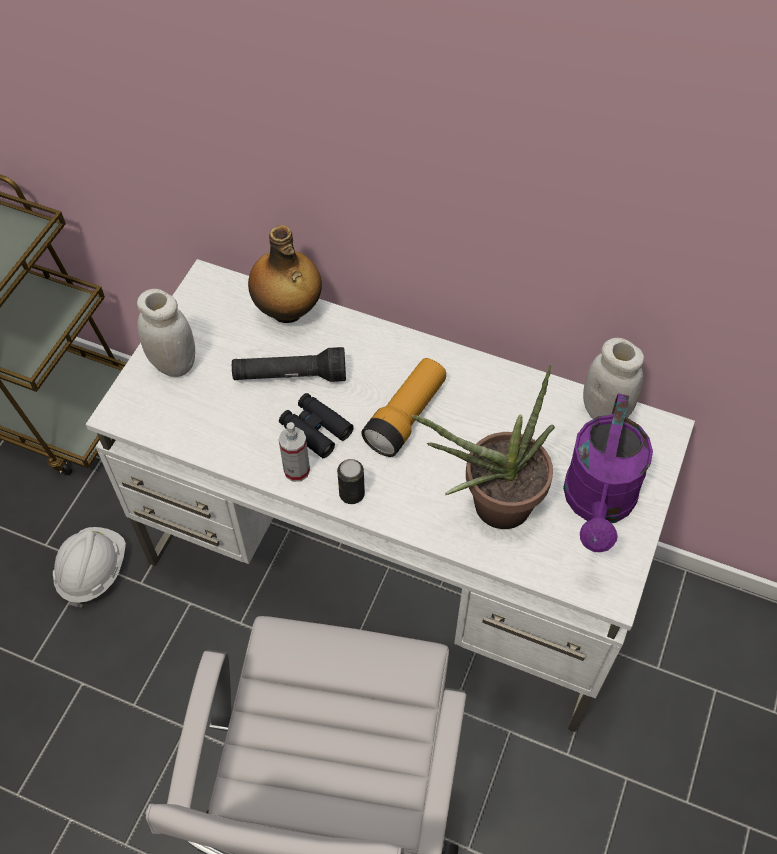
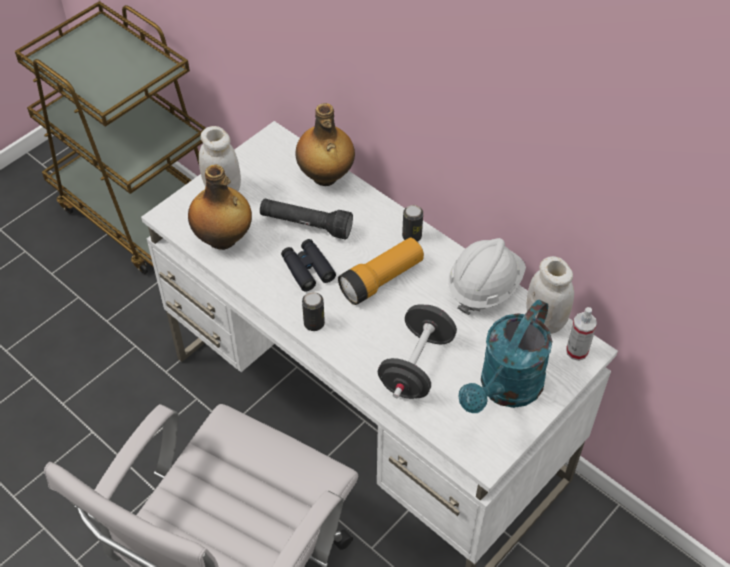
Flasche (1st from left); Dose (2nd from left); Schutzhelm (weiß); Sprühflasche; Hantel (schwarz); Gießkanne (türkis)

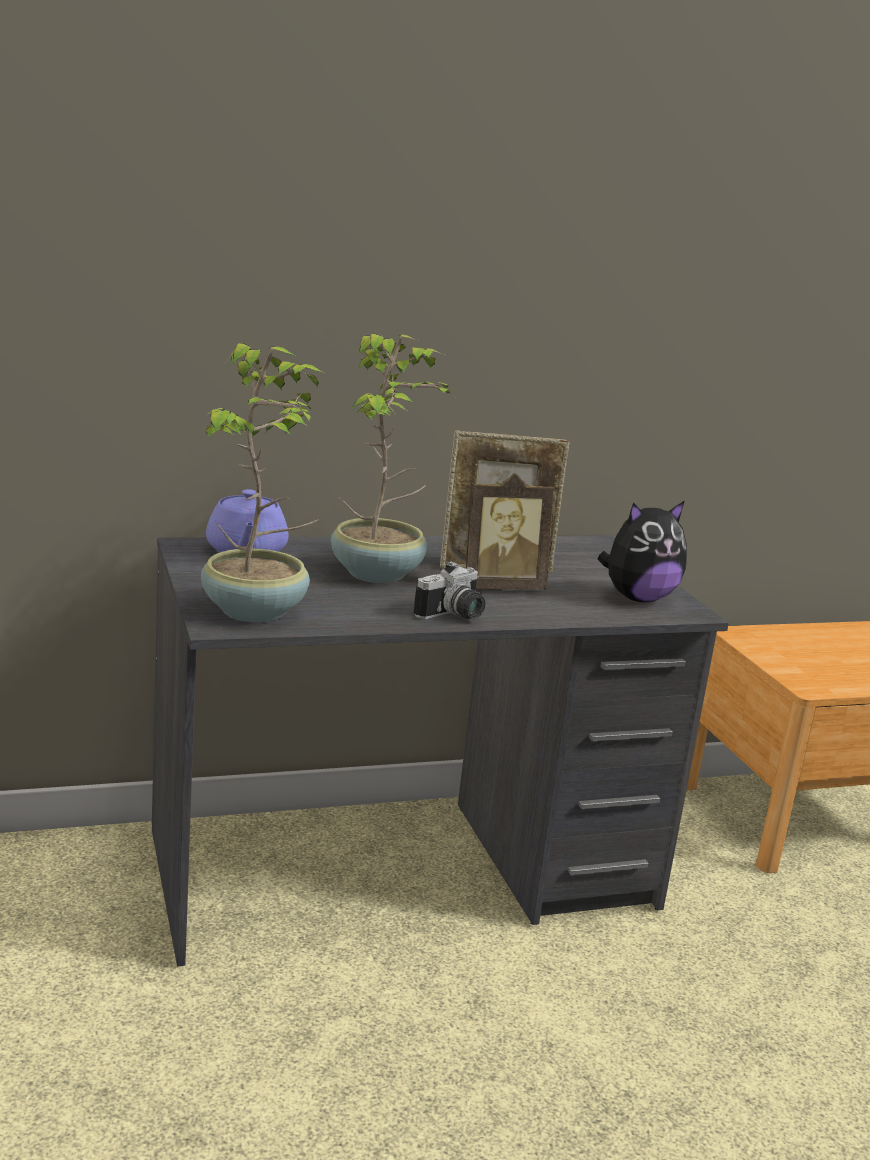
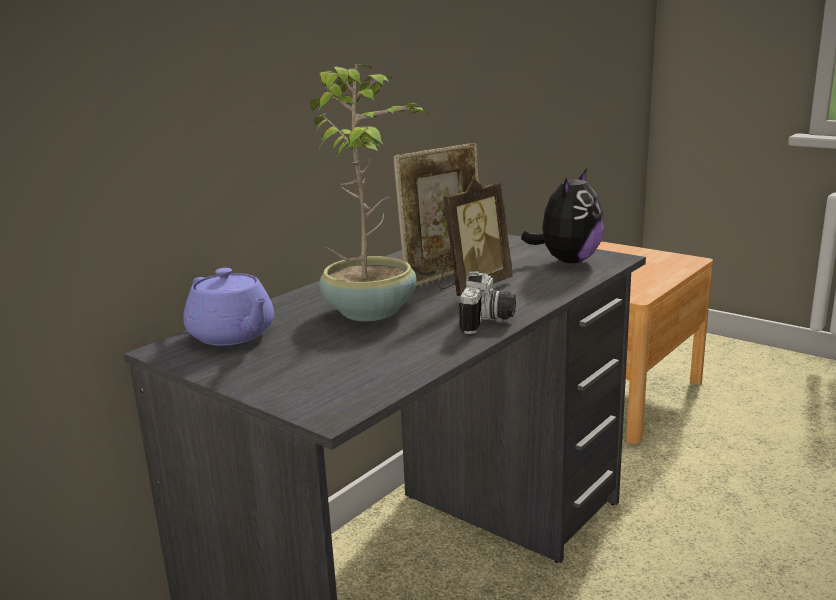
Topfpflanze (1st from left in the first image)

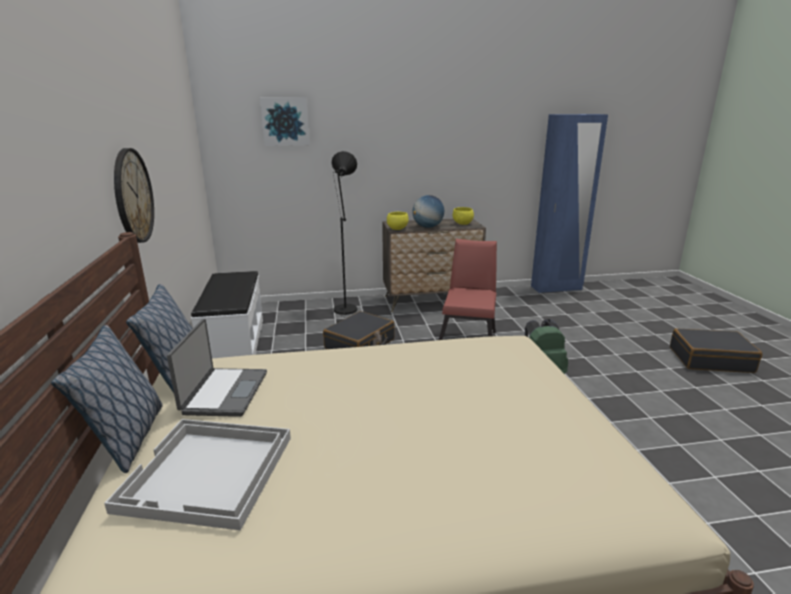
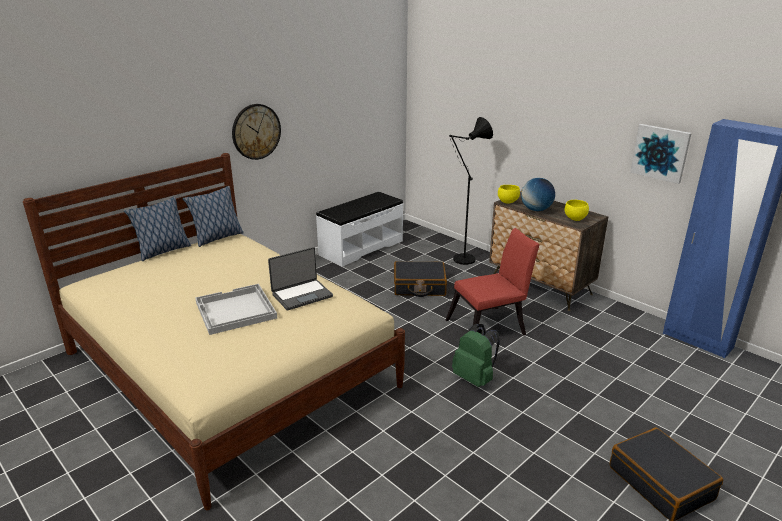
Tablett (weiß); Laptop; Bild

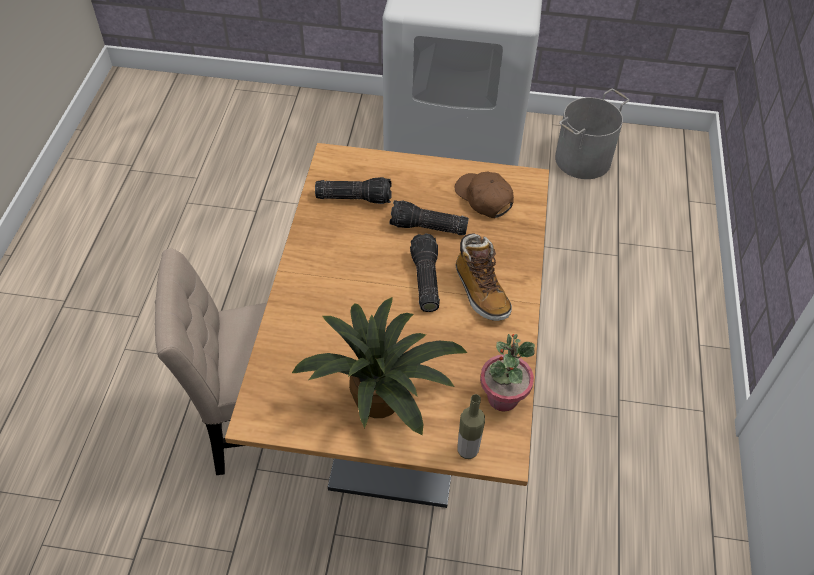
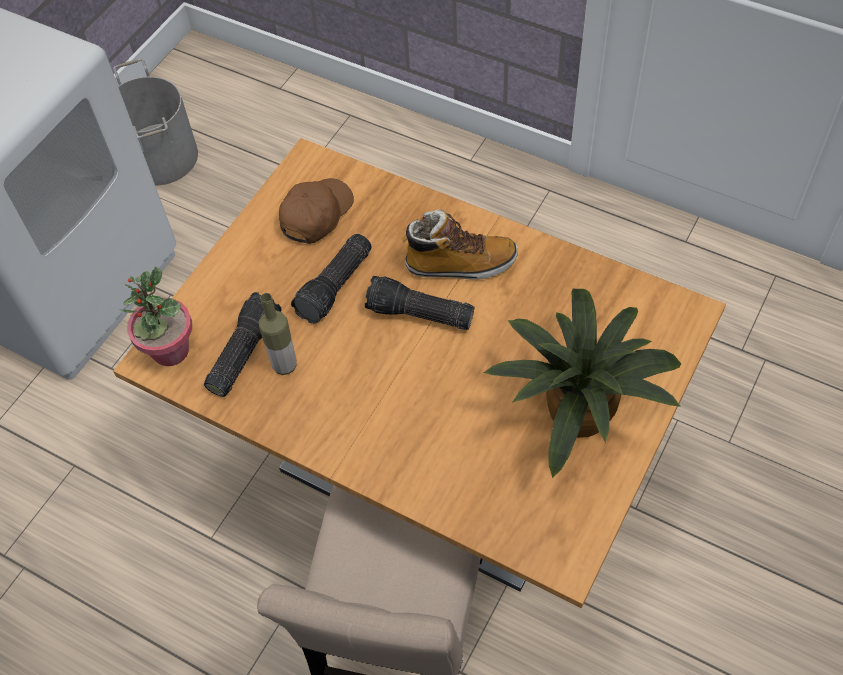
Flasche; Topfpflanze (1st from left); Kappe (braun)

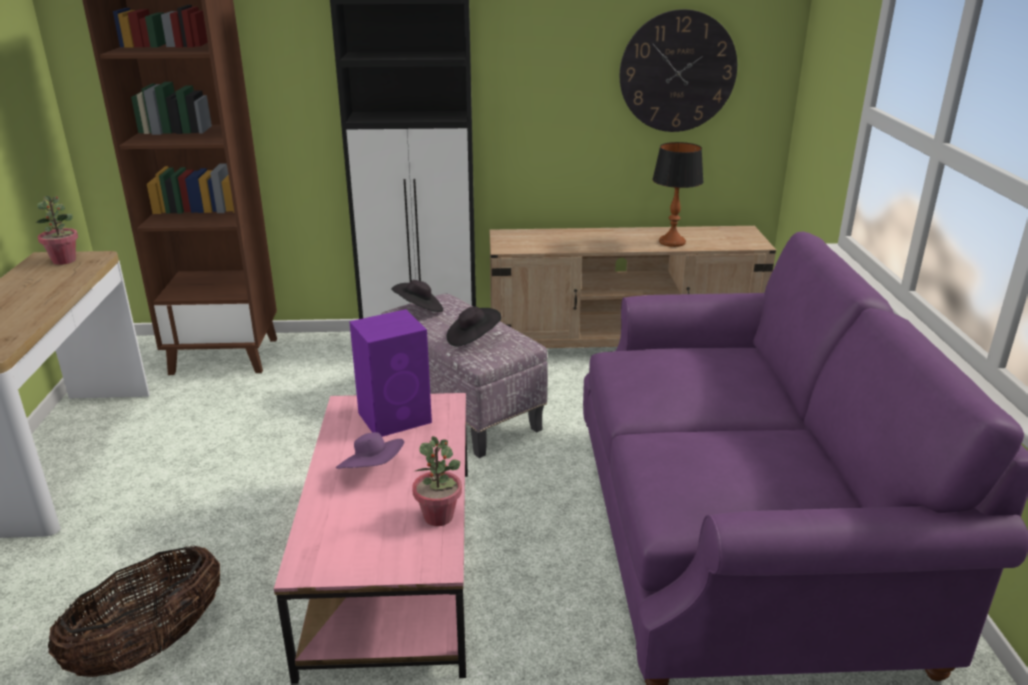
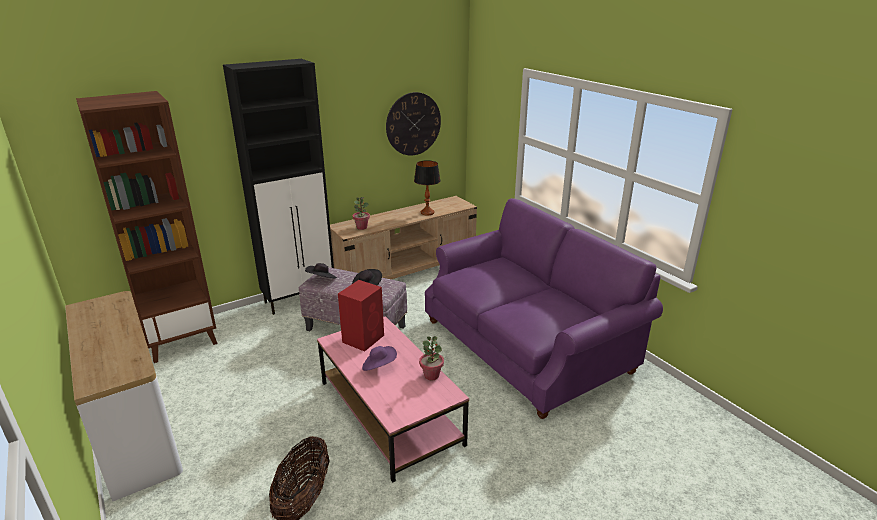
Topfpflanze (1st from left); Lautsprecher (rot)

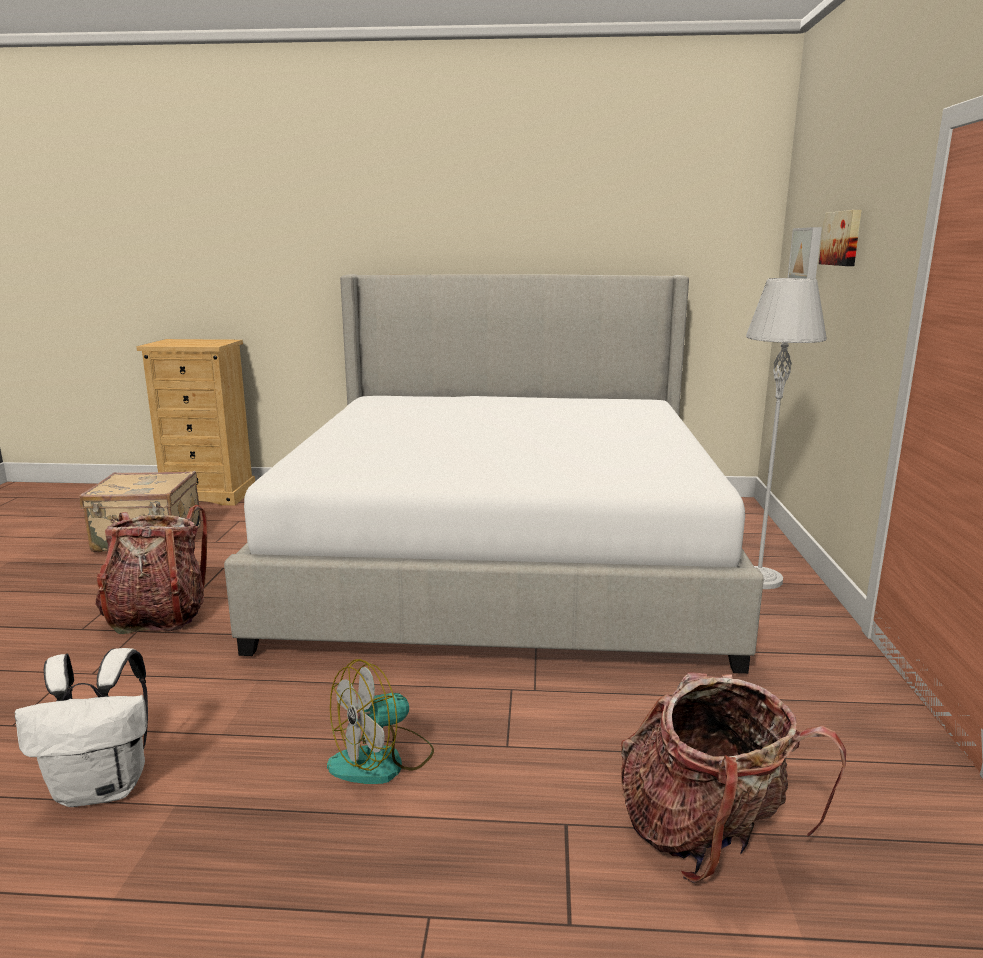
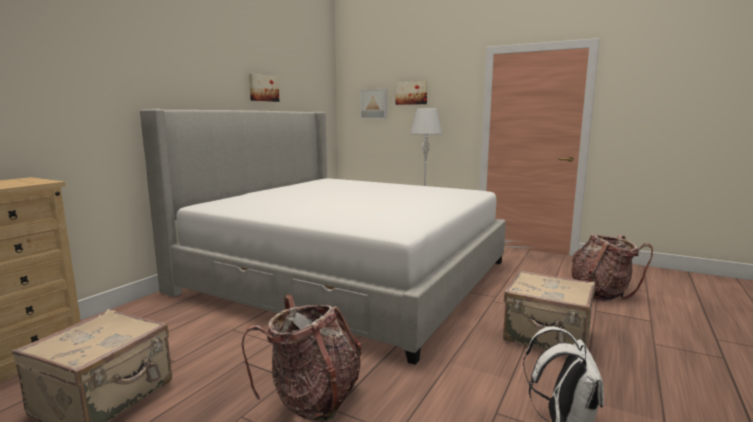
Bild (1st from left); Koffer (beige) (2nd from left)

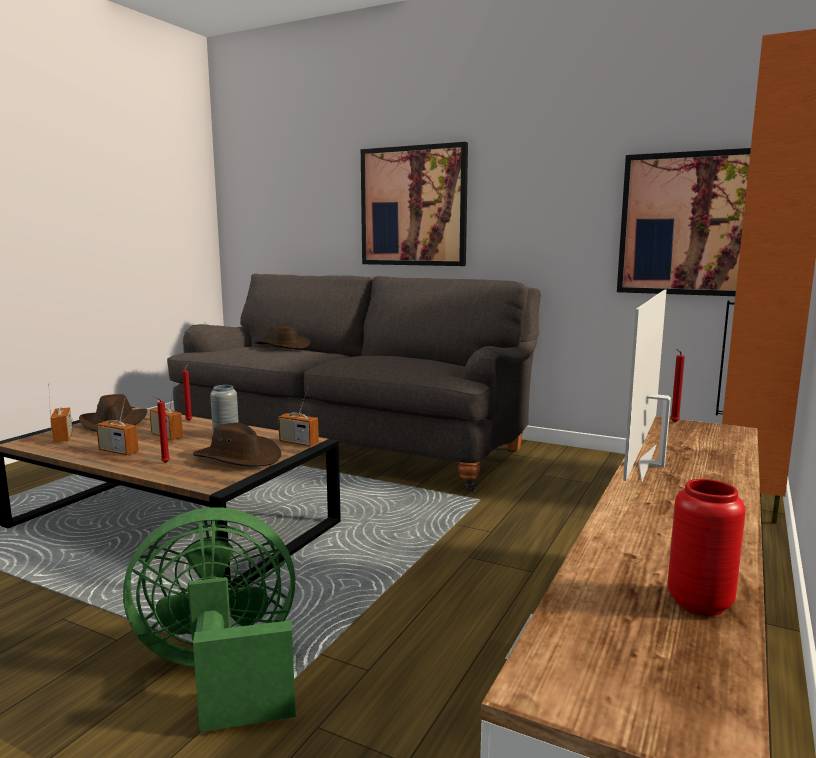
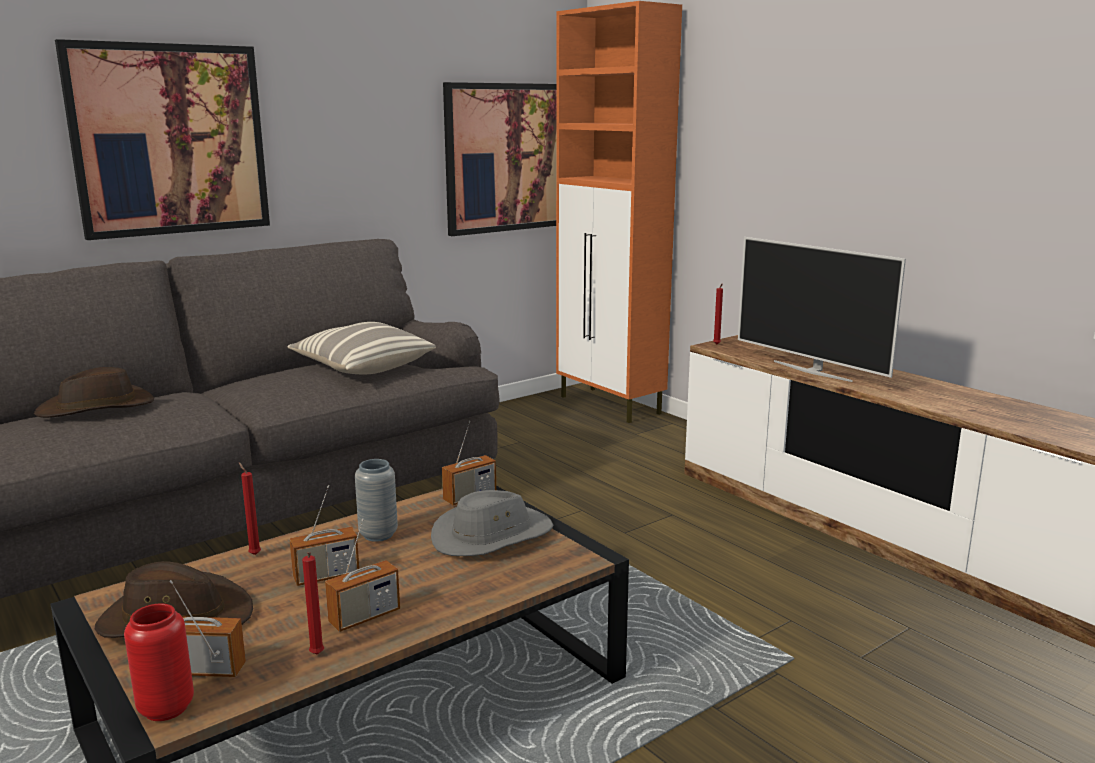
Ventilator (grün); Kissen; Kerze (rot) (2nd from left); Vase (rot); Hut (grau)

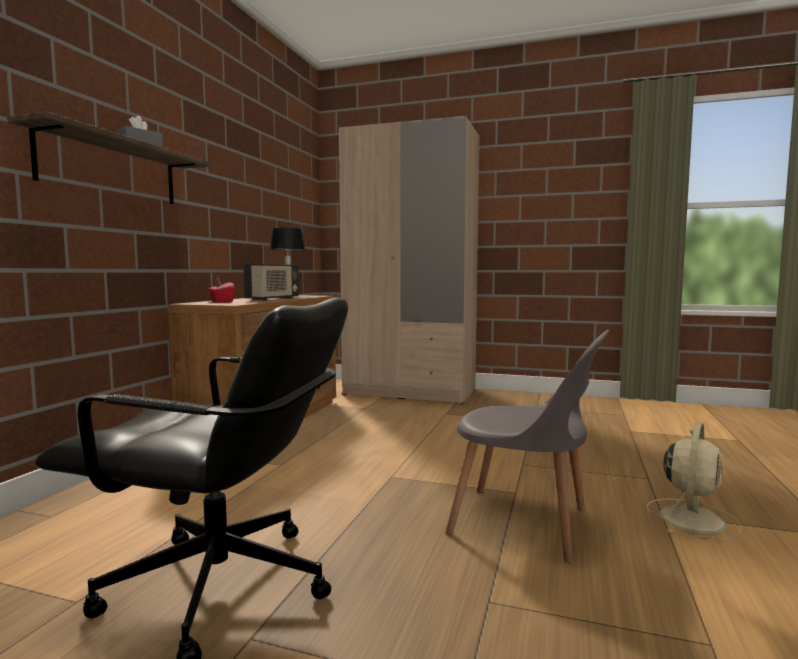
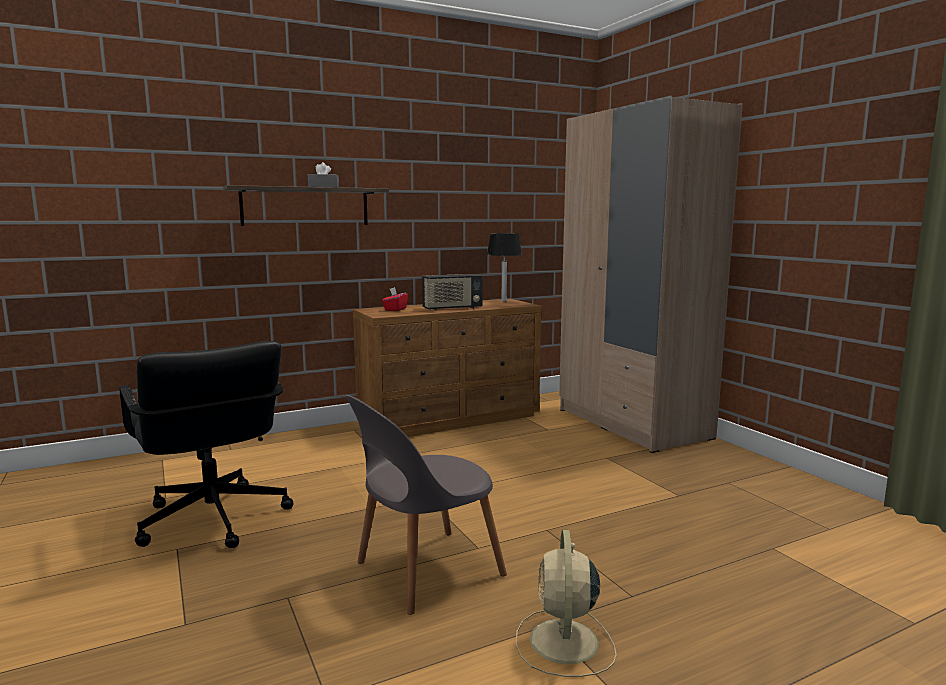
Stuhl (grau); Ventilator (beige)

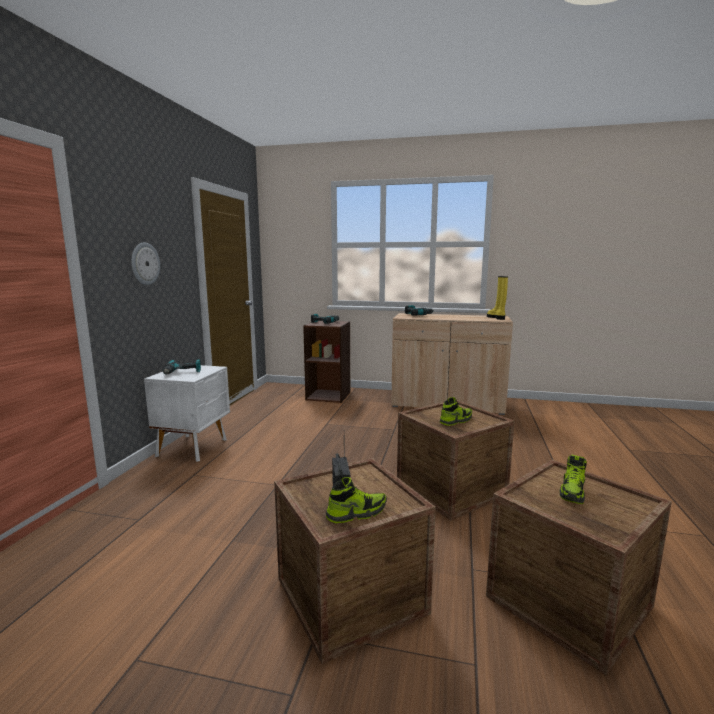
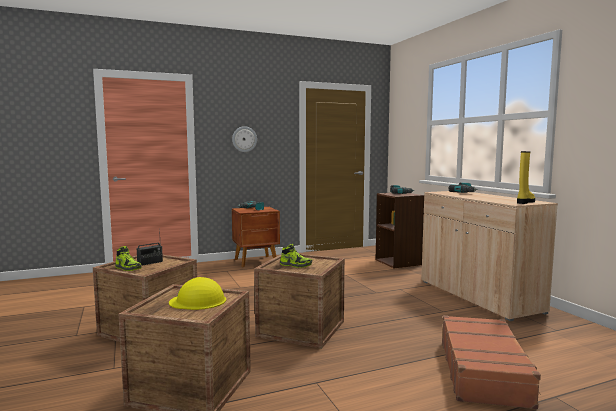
Koffer (braun); Schutzhelm (gelb); Nachttisch (braun)

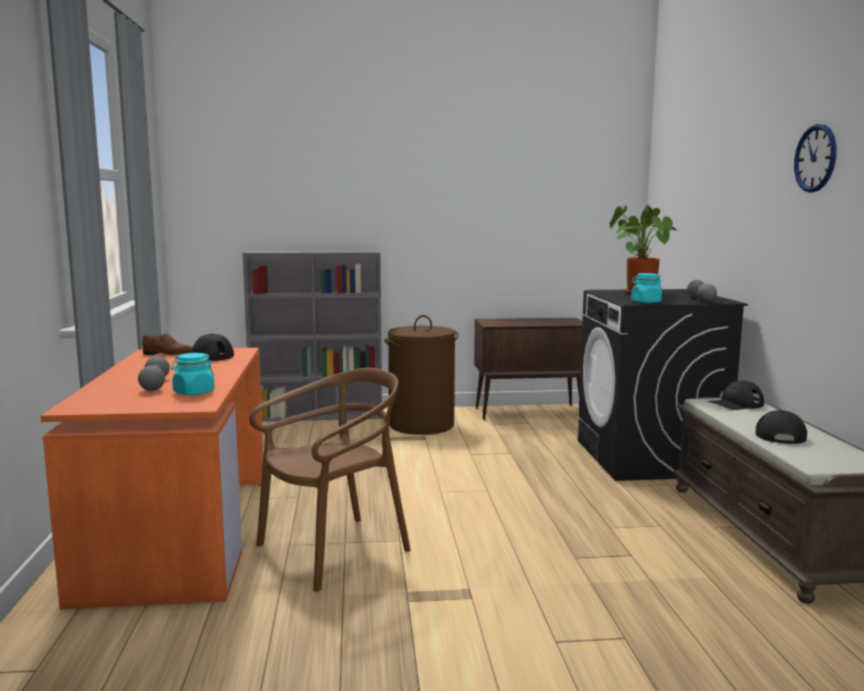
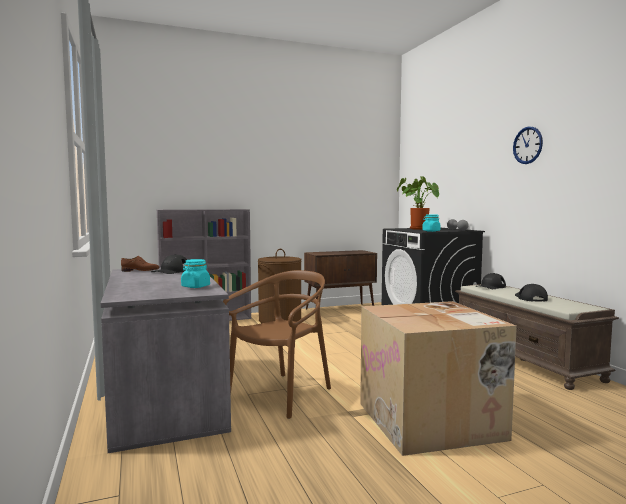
Hantel (grau) (1st from left in the first image); Karton; Schreibtisch (grau)

